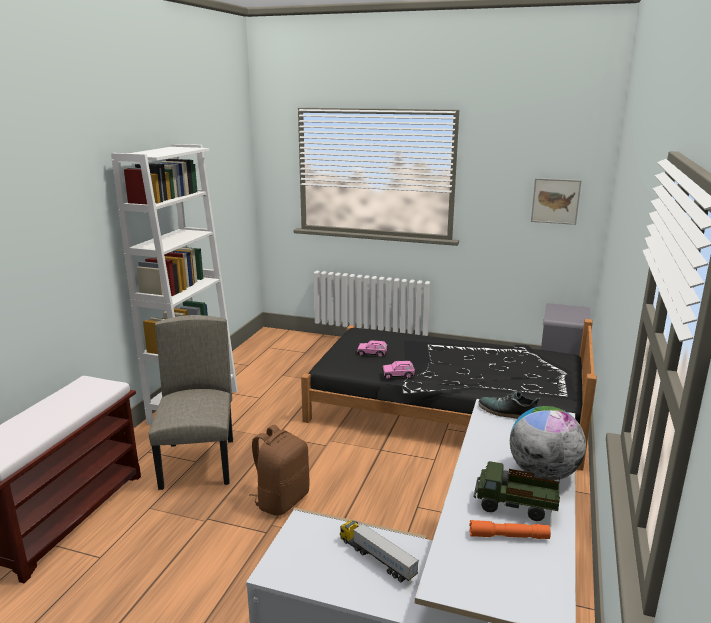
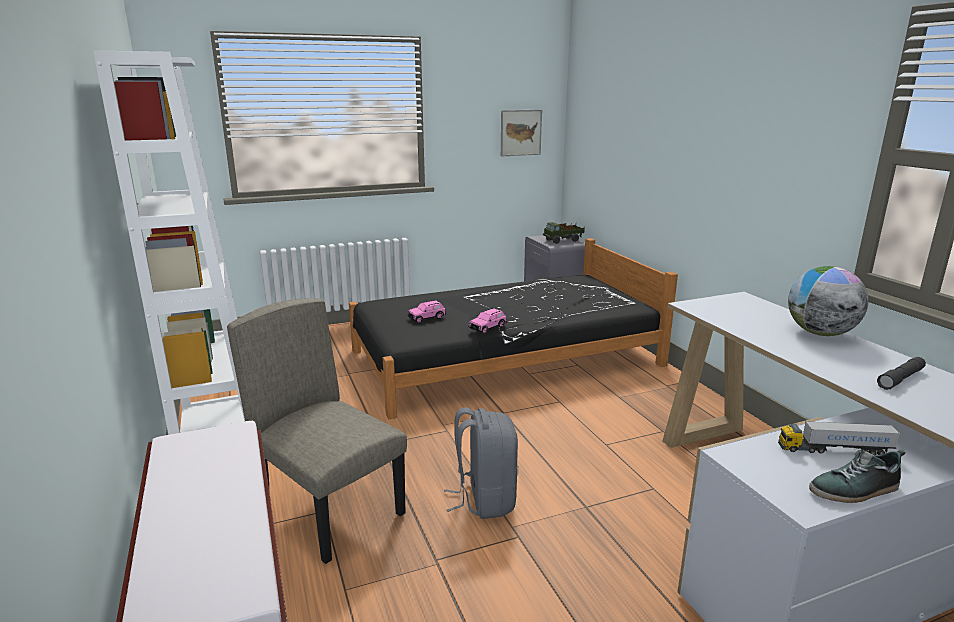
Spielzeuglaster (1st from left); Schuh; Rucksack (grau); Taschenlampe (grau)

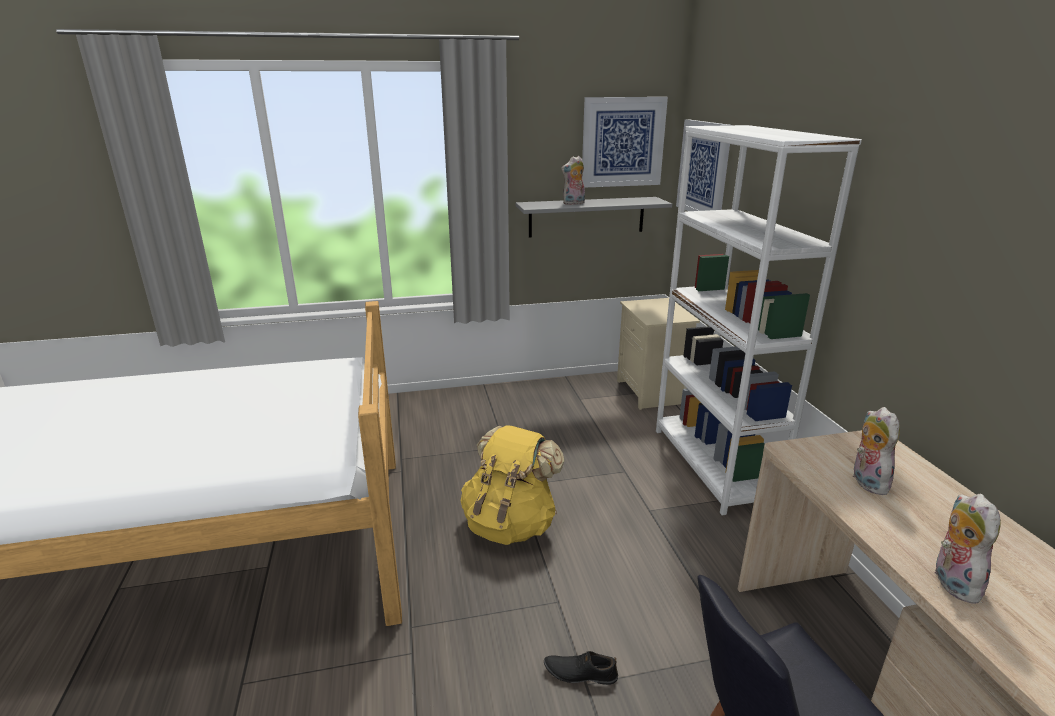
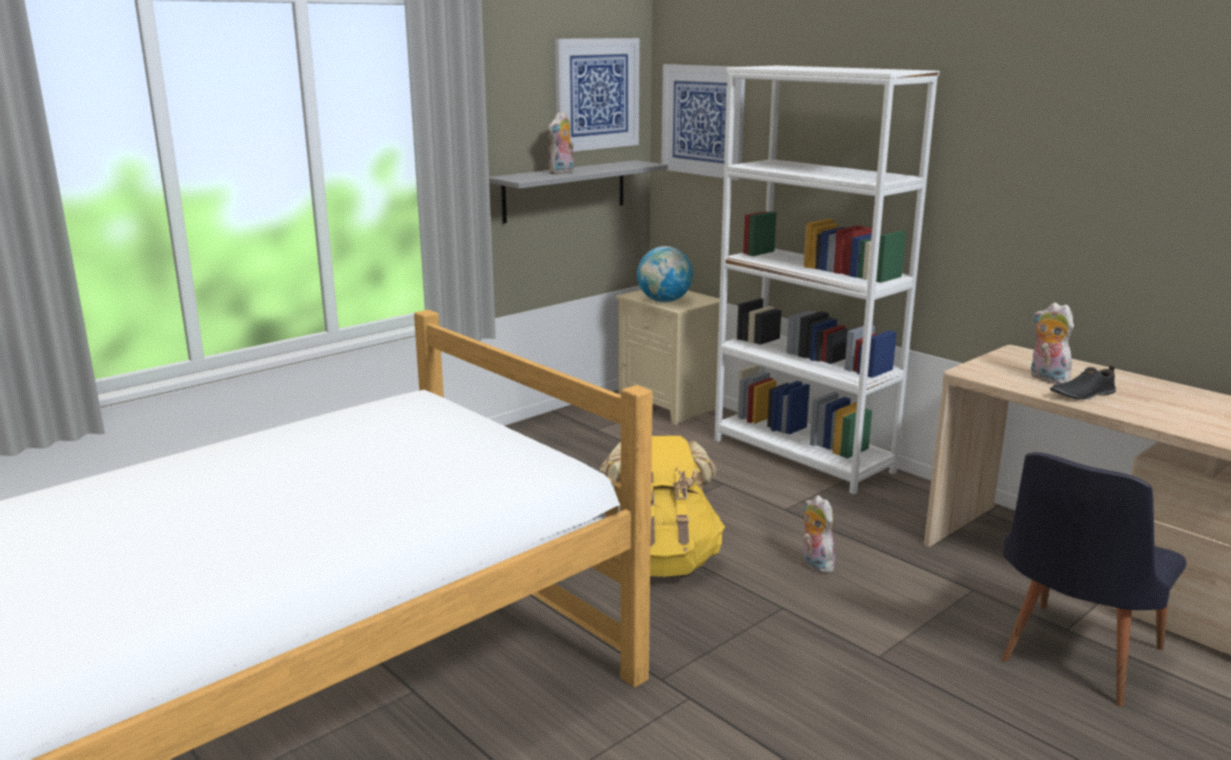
Globus; Schuh (schwarz); Plüschtier (2nd from left)

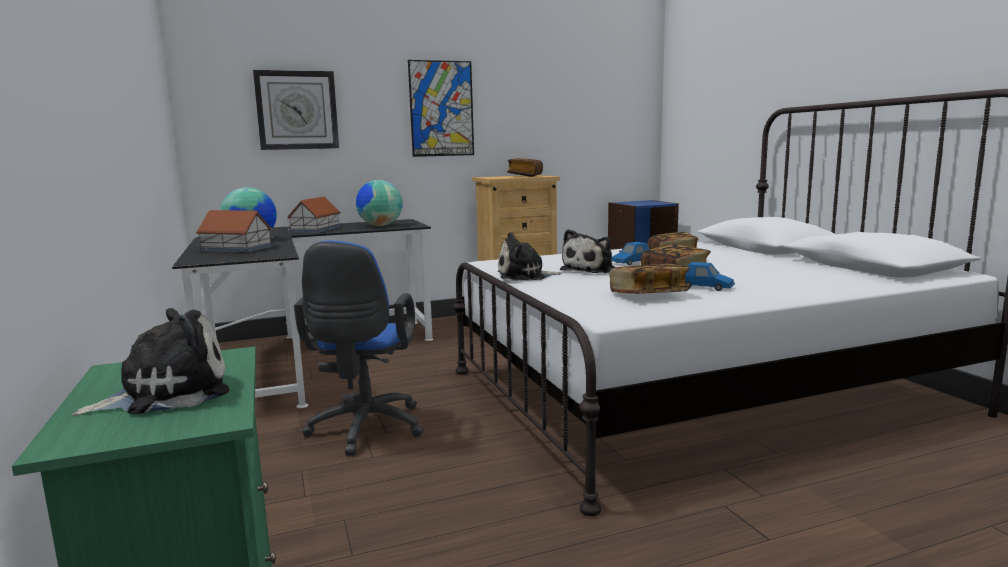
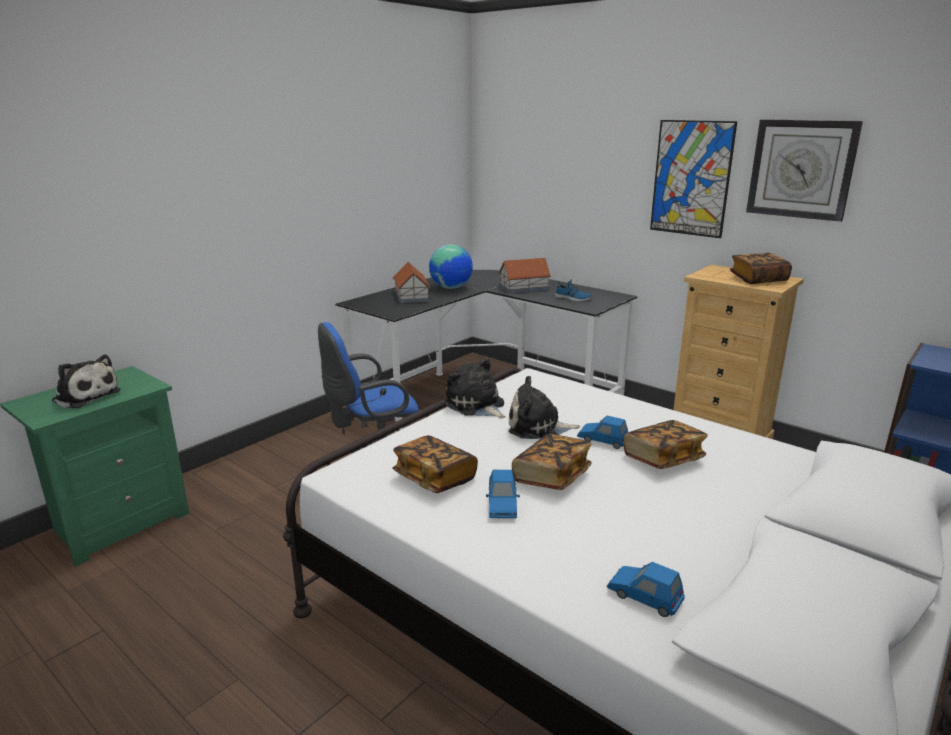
Spielzeugauto (blau) (3rd from left); Wanduhr; Schuh

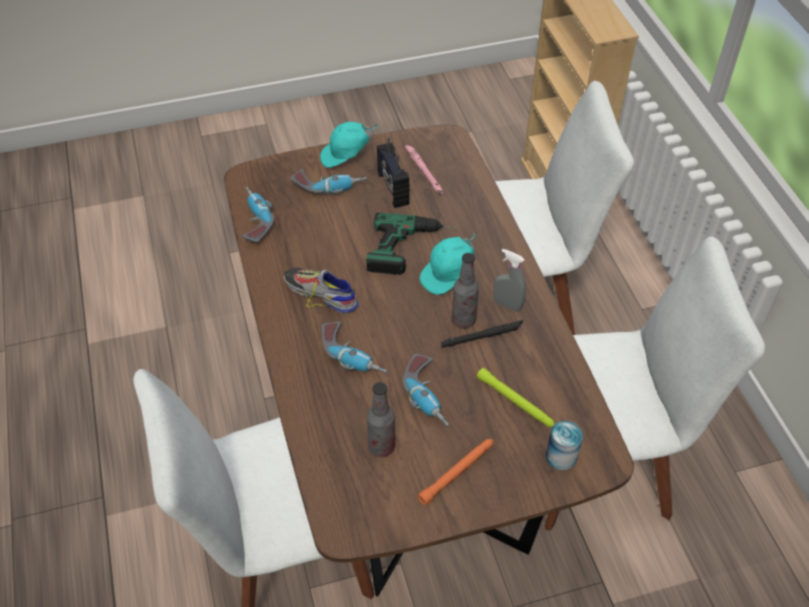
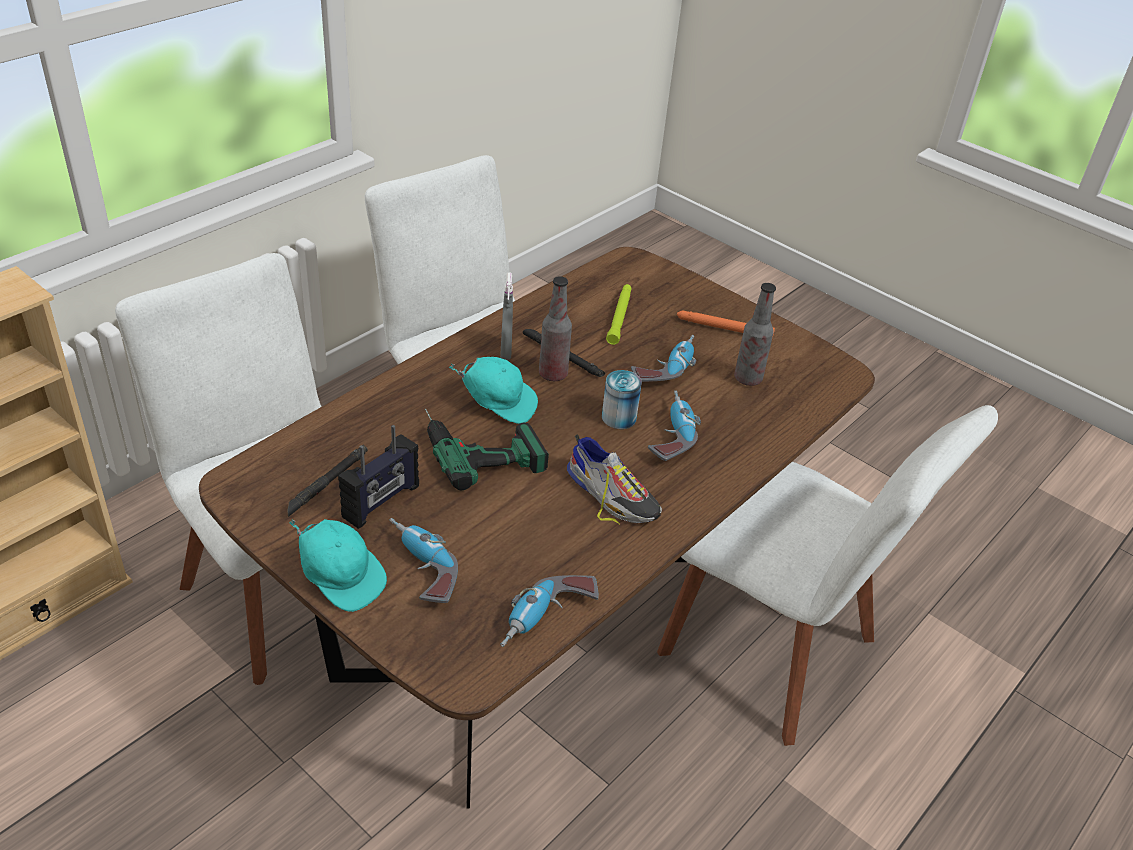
Dose; Taschenlampe (schwarz) (1st from left); Schuh

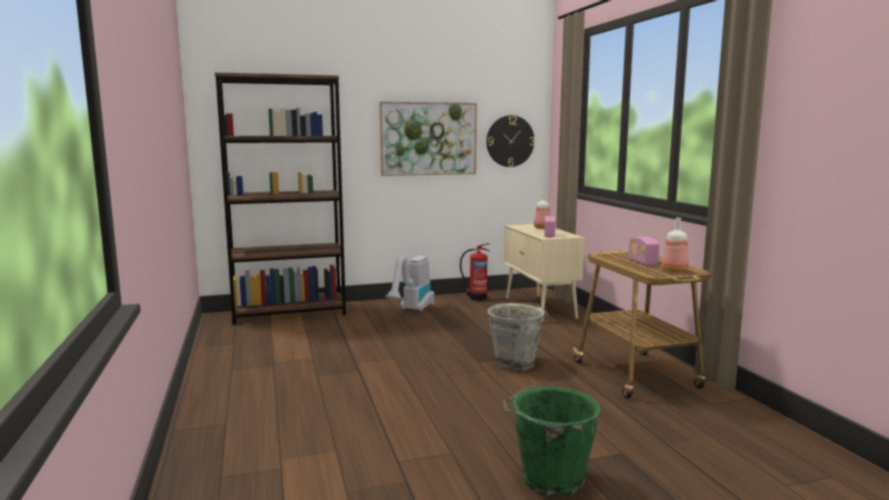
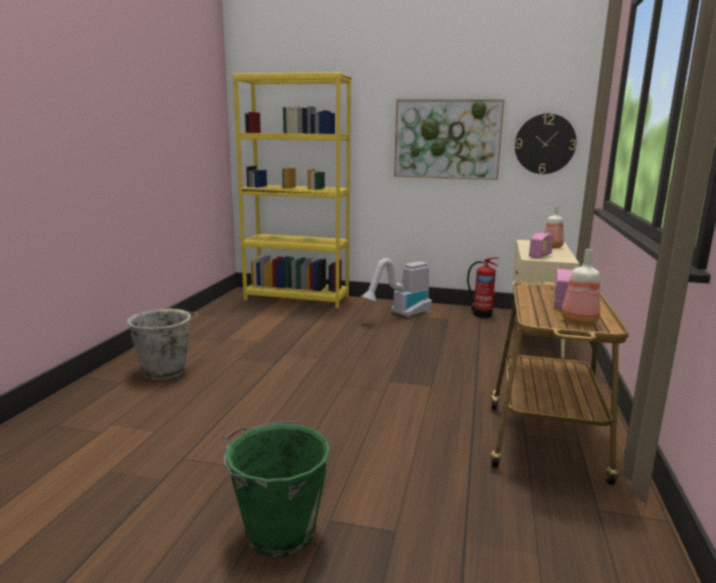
Eimer (grau); Bücherregal (gelb)

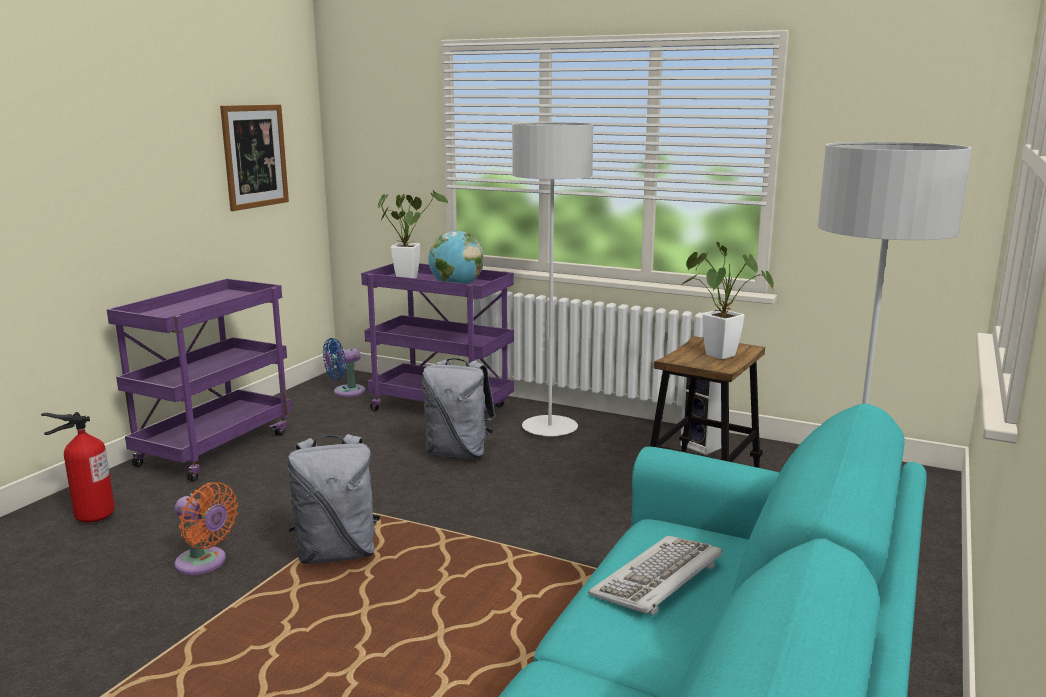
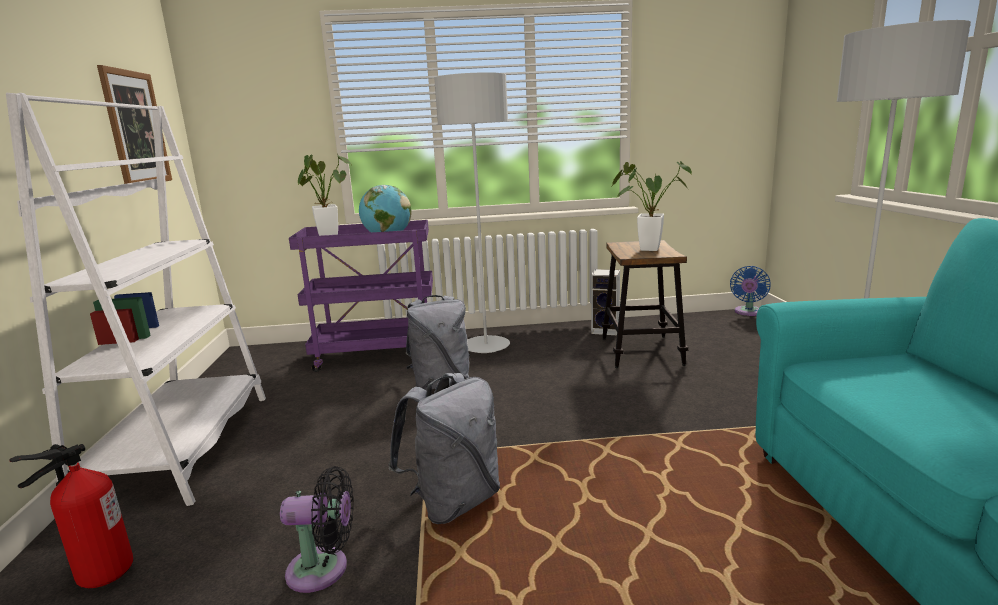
Tastatur; Ventilator (blau); Bücherregal (weiß); Ventilator (schwarz)

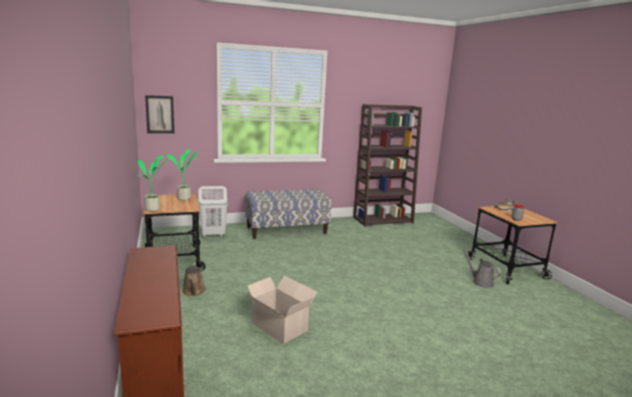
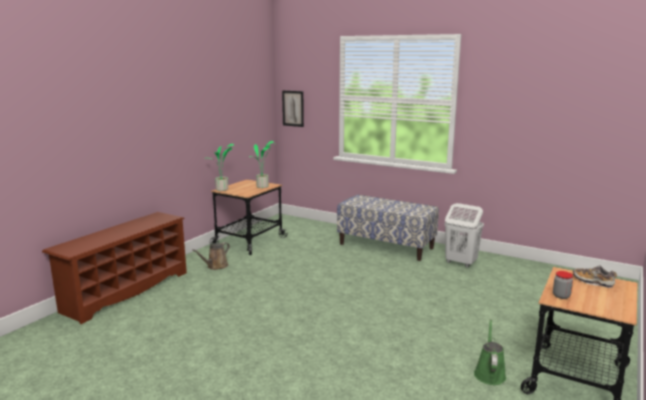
Karton; Bücherregal (braun); Wäschekorb (weiß); Gießkanne (grün)

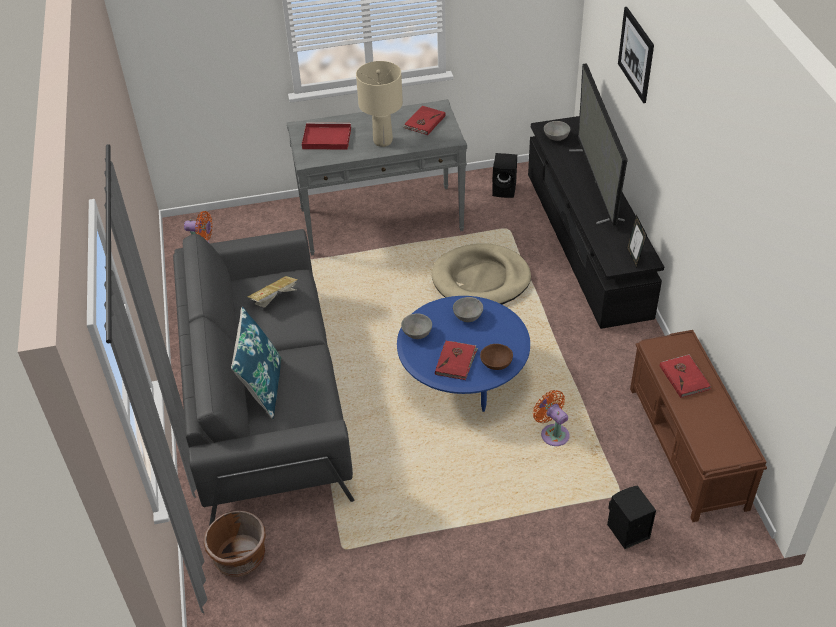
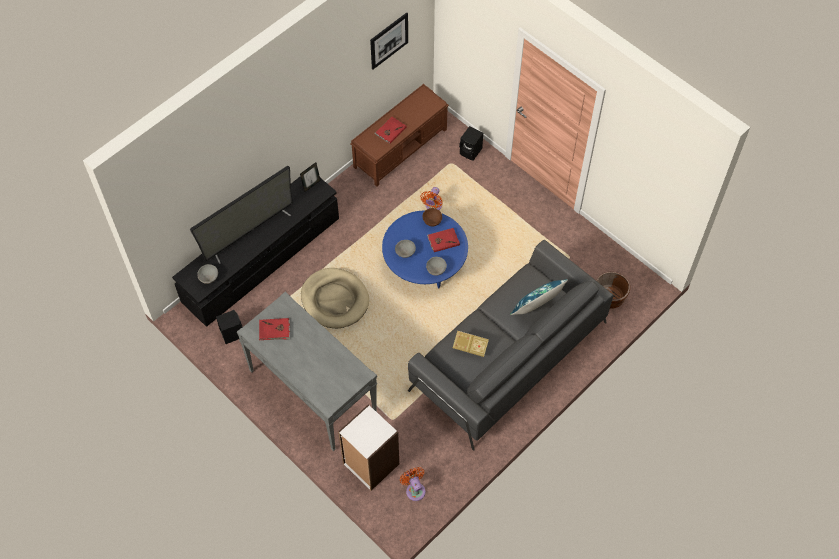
Tablett (rot); Tischlampe (beige); Bücherregal (weiß); Bild

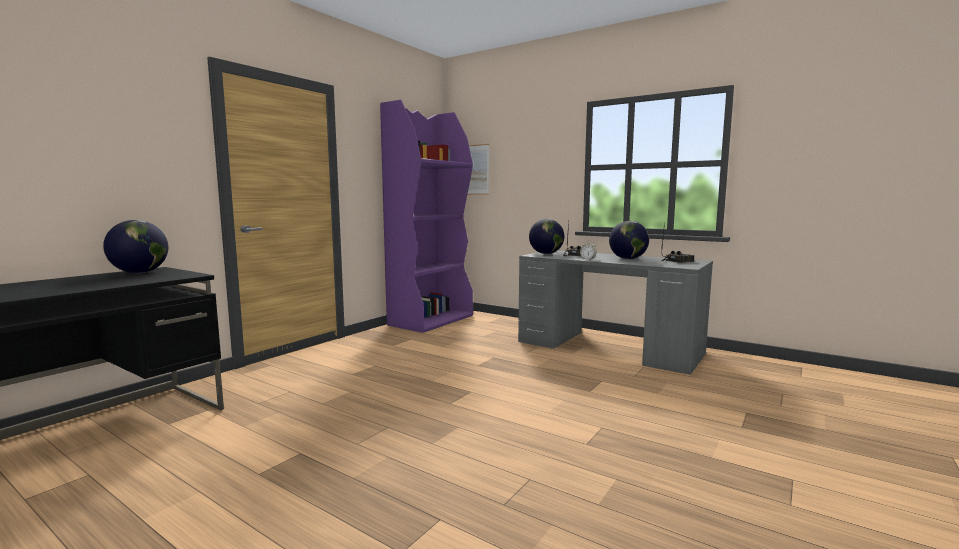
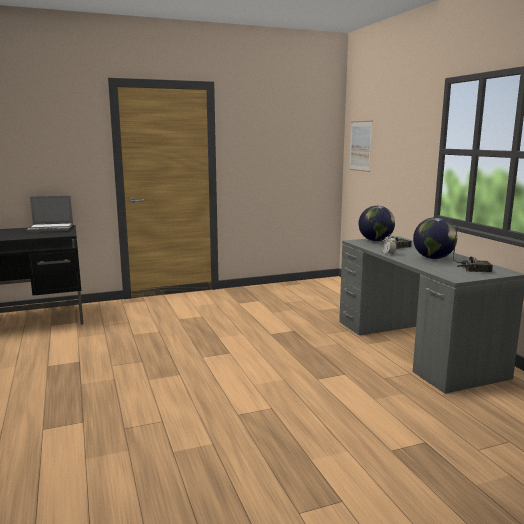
Bücherregal (lila); Laptop

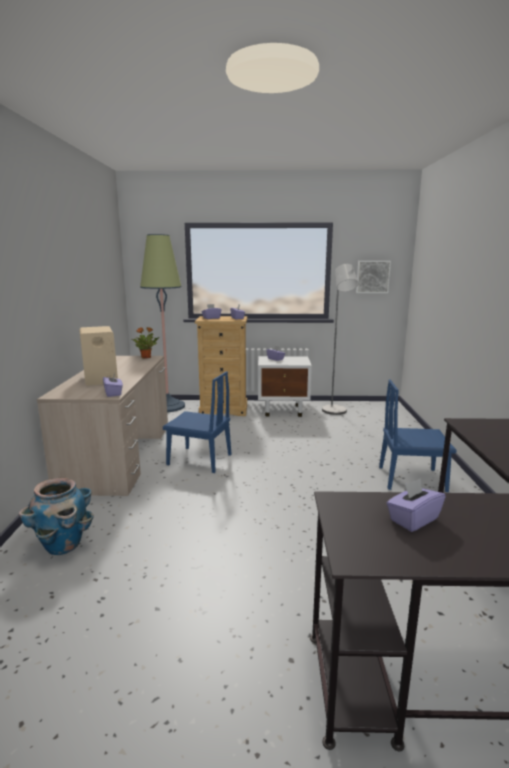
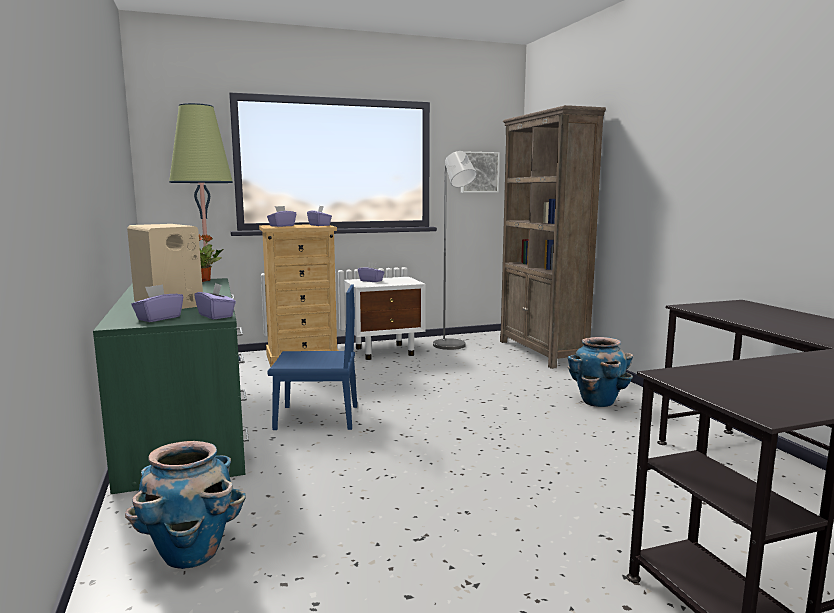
Bücherregal (braun); Taschentuchbox (lila) (1st from left); Pflanzkübel (2nd from left); Schreibtisch (grün)

